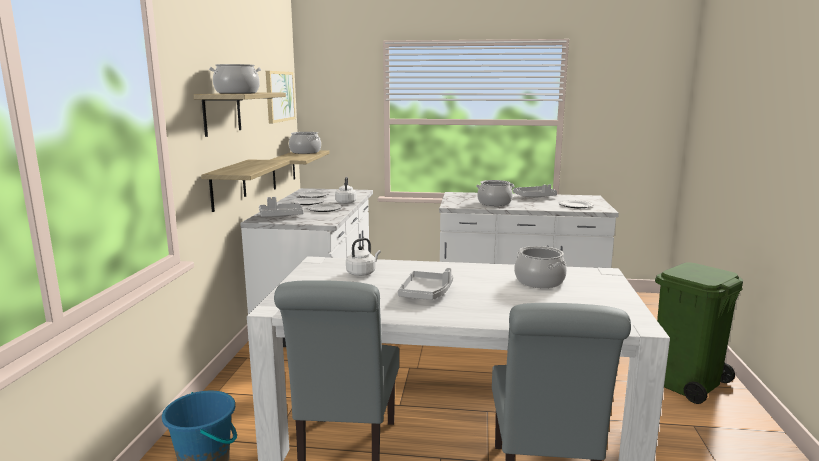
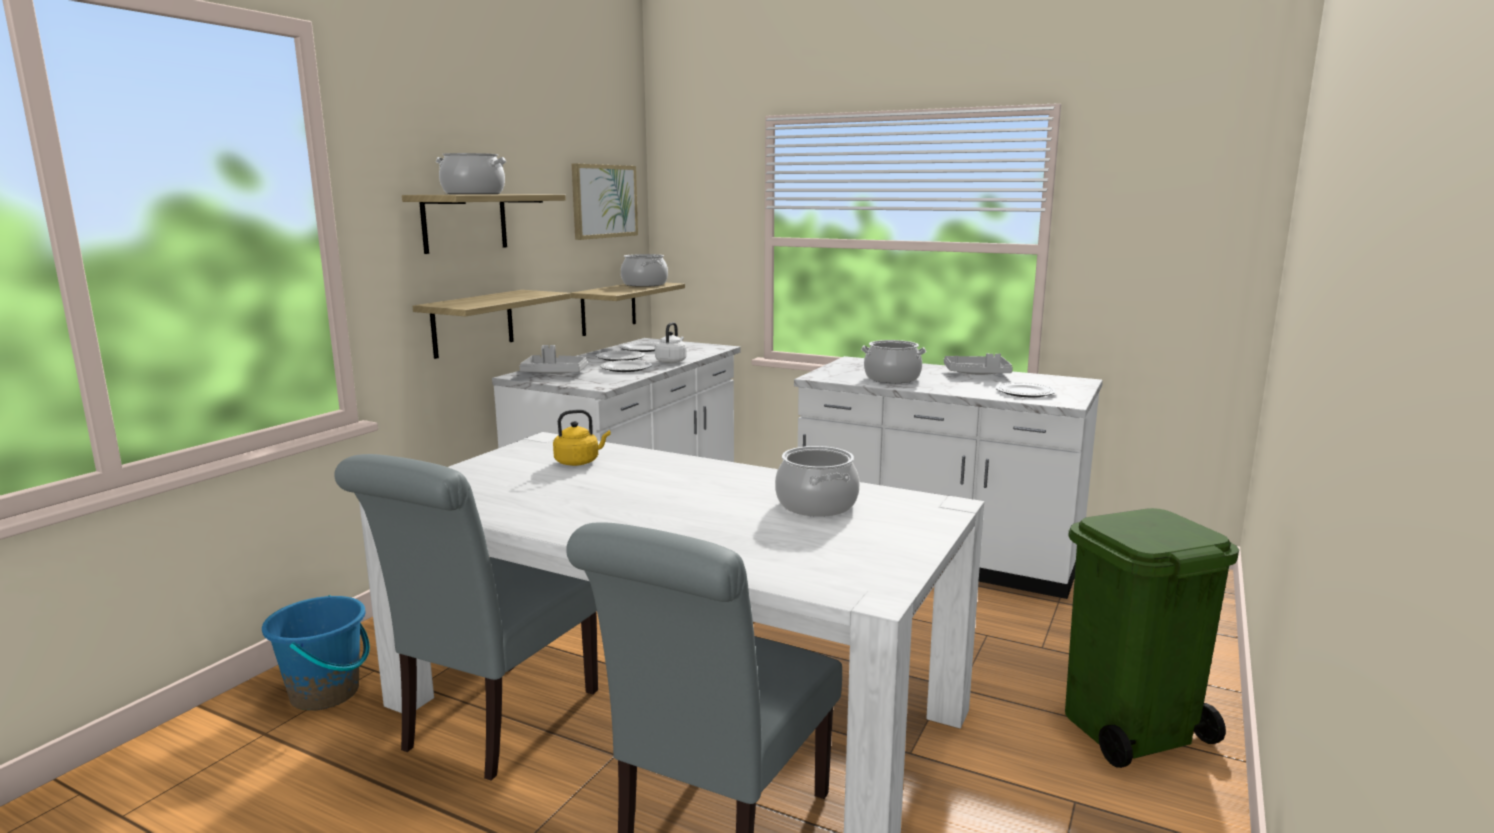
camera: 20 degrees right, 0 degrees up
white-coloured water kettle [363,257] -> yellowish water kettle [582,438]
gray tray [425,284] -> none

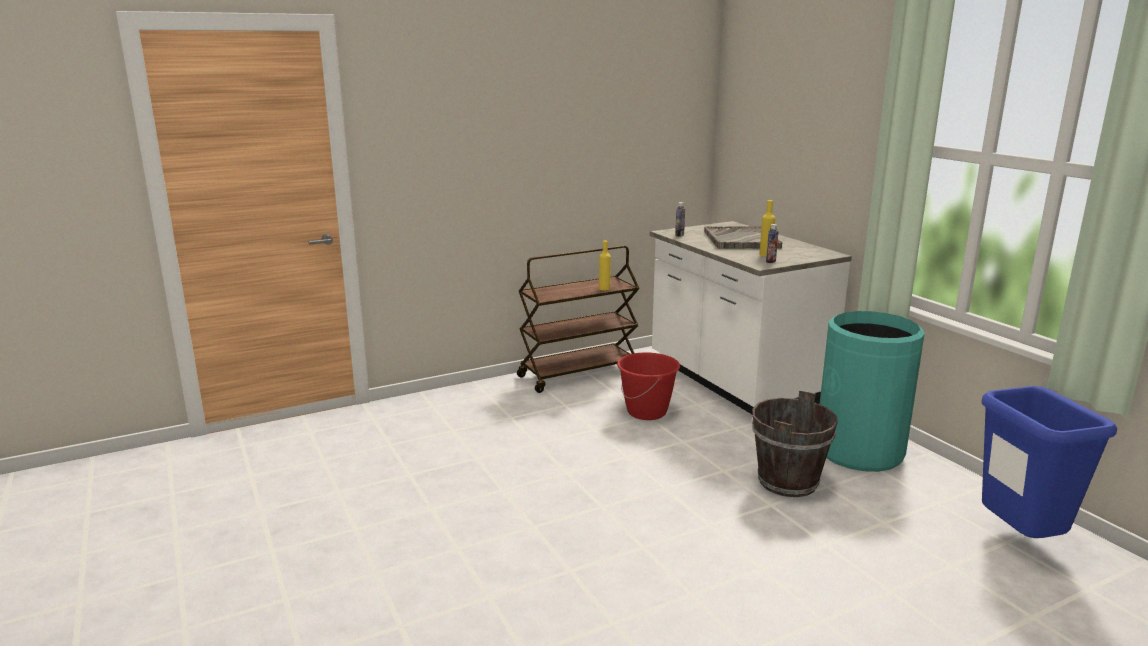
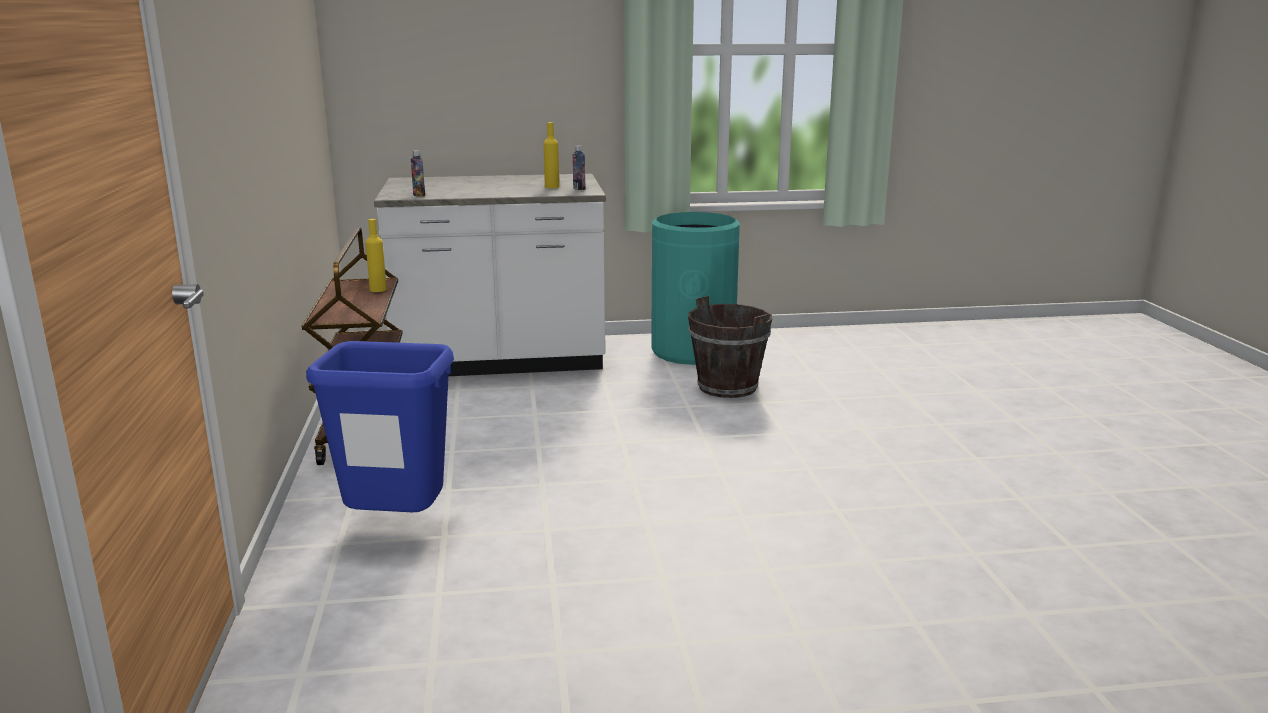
camera: 70 degrees left, 0 degrees up
red-coloured pail [648,386] -> none
gray tray [743,237] -> none
bluish waste bin [1049,462] -> bluish waste bin [380,434], move

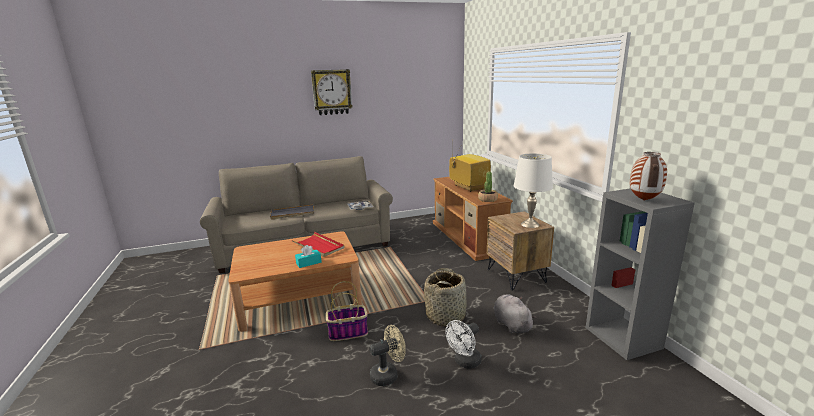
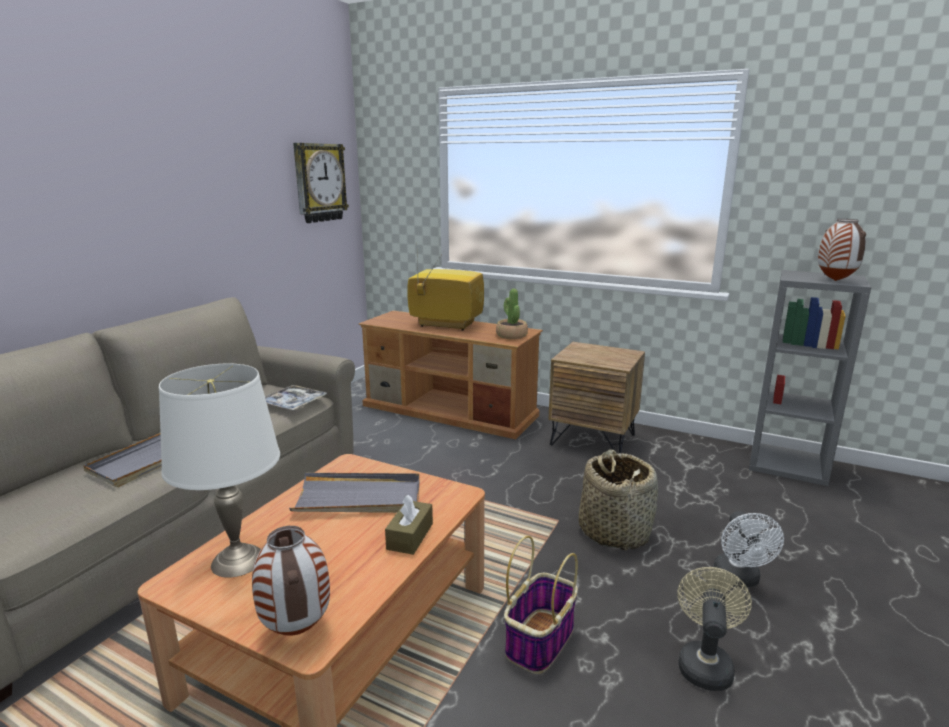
camera: 45 degrees left, 0 degrees up
red-coloured tray [318,244] -> gray tray [354,493]
turquoise-coloured box of tissues [308,256] -> brown box of tissues [409,525]
clock on the wall [332,92] -> clock on the wall [321,183], move
gray cuddly toy [515,313] -> none
white-coloured lamp for a table [533,190] -> white-coloured lamp for a table [219,471], move
none -> decorative vase [291,581]

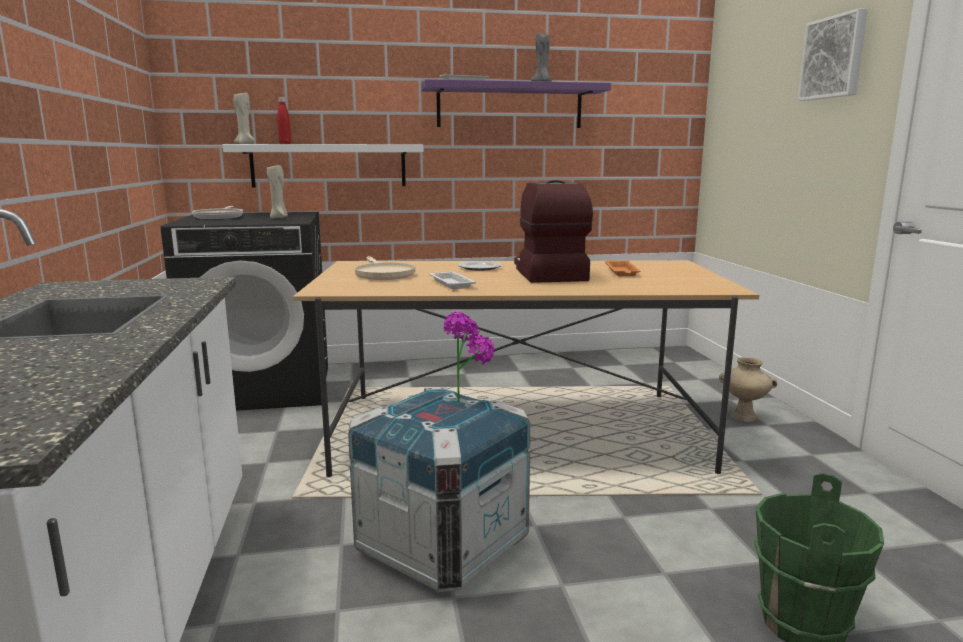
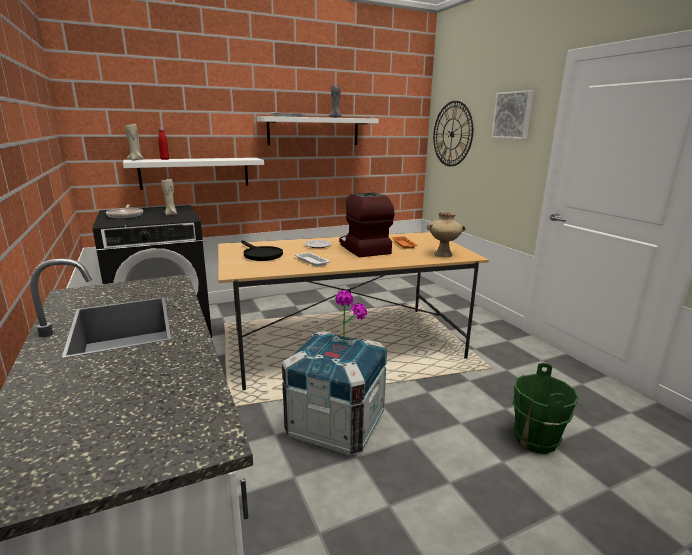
camera: 15 degrees left, 5 degrees up
beige skillet [385,268] -> blackish skillet [262,250]
purple-coloured wall shelf [516,103] -> white-coloured wall shelf [317,130]
beige decorative vase [748,389] -> beige decorative vase [446,234], move
none -> clock on the wall [453,133]

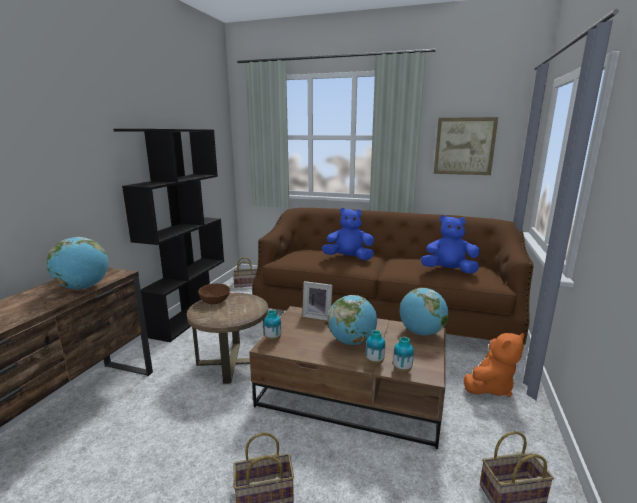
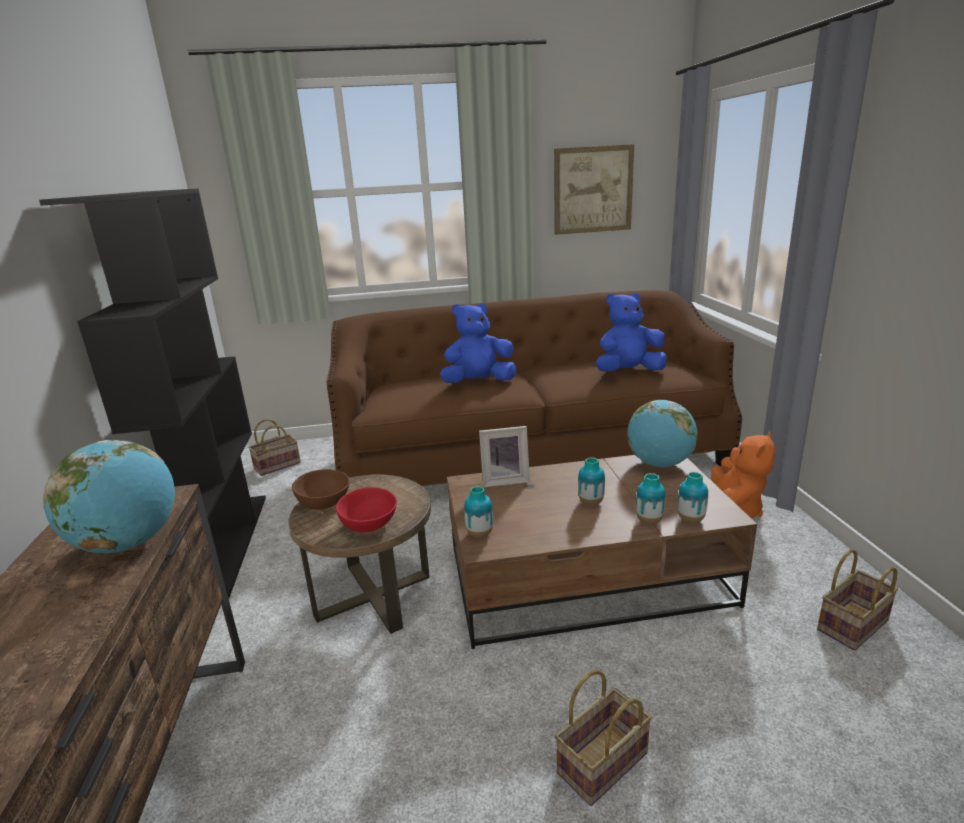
camera: 25 degrees left, 5 degrees up
world globe [352,320] -> decorative vase [591,481]
none -> red-coloured deep dish [366,509]

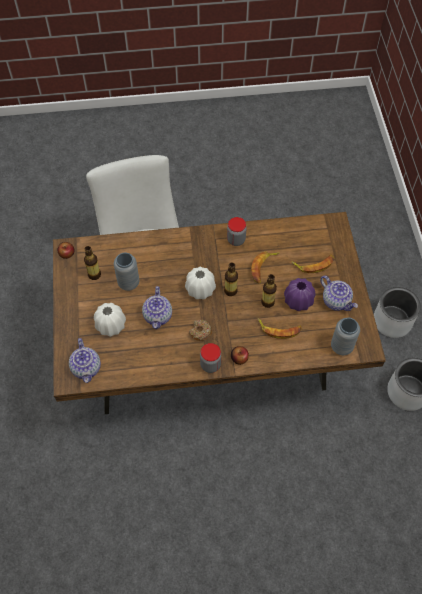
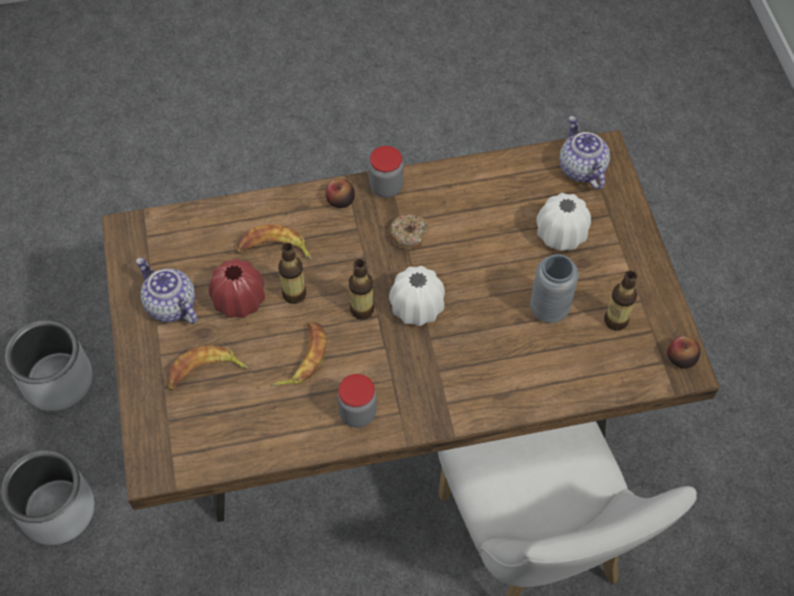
camera: 175 degrees right, 0 degrees up
pot for tea [157,307] -> none
purple-coloured decorative vase [299,294] -> red-coloured decorative vase [237,288]
gray decorative vase [345,336] -> none

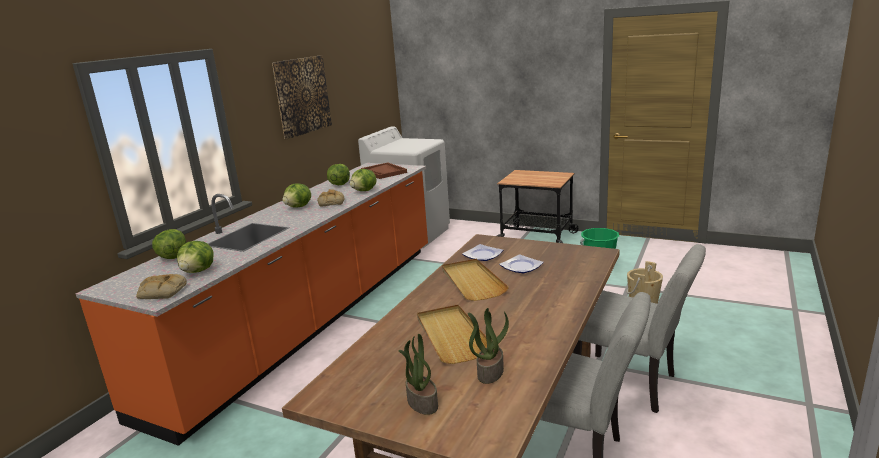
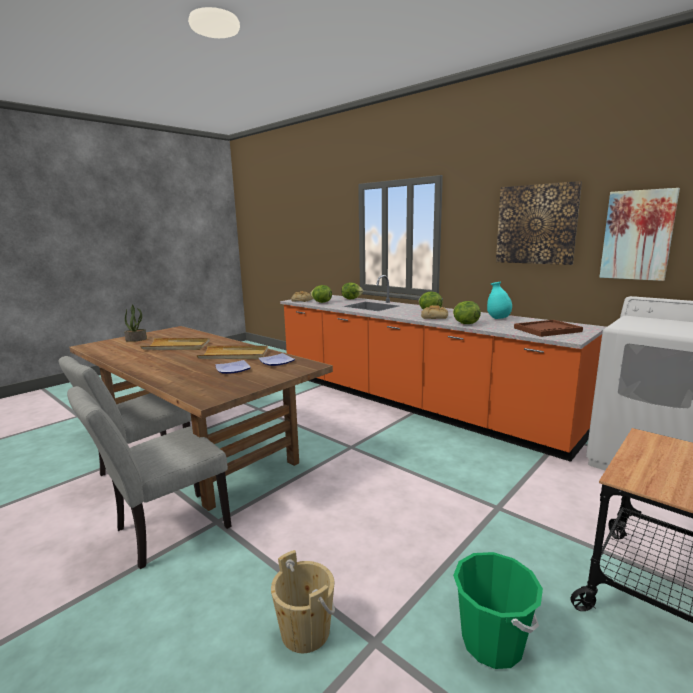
camera: 105 degrees right, 5 degrees down
lettuce head [338,174] -> turquoise-coloured decorative vase [499,300]
houseplant [488,346] -> none
none -> wall art [640,234]

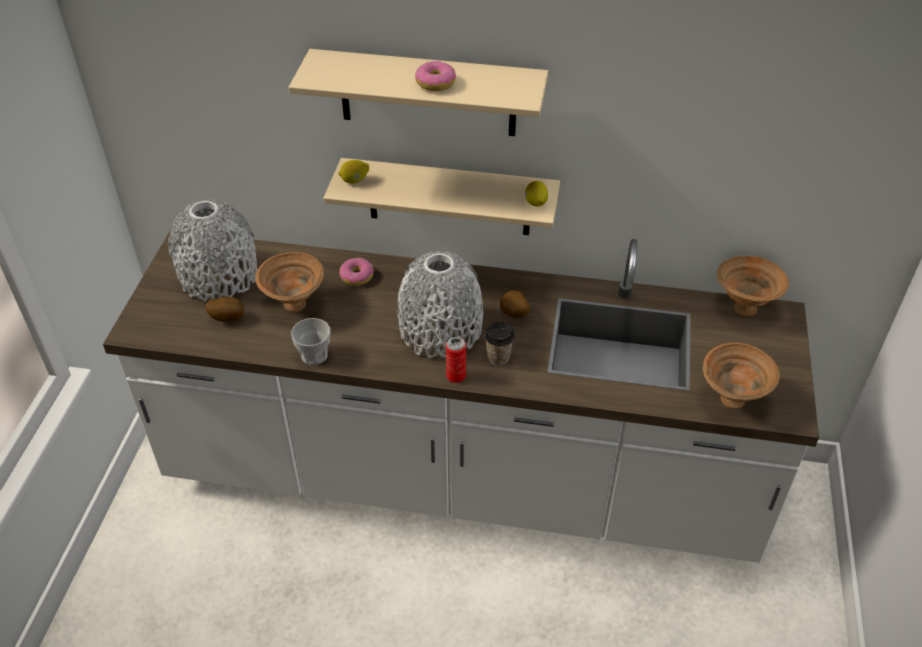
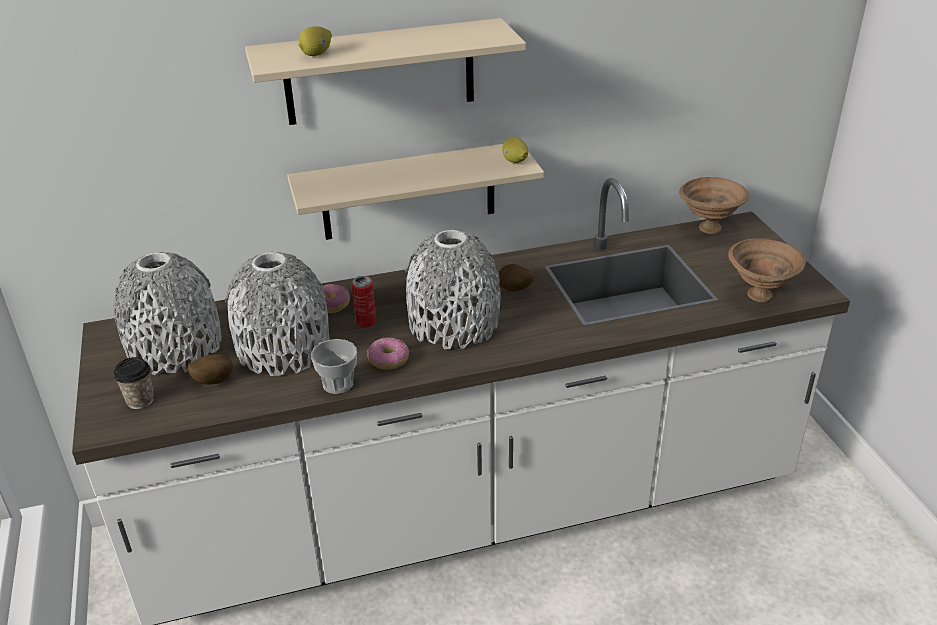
camera: 25 degrees left, 10 degrees down
brown deep dish [289,282] -> gray decorative vase [277,314]
citrus fruit [354,172] -> citrus fruit [315,41], move
doughnut [435,76] -> doughnut [388,353], move
sealed can [456,360] -> sealed can [364,302], move
small cup [500,343] -> small cup [134,383], move

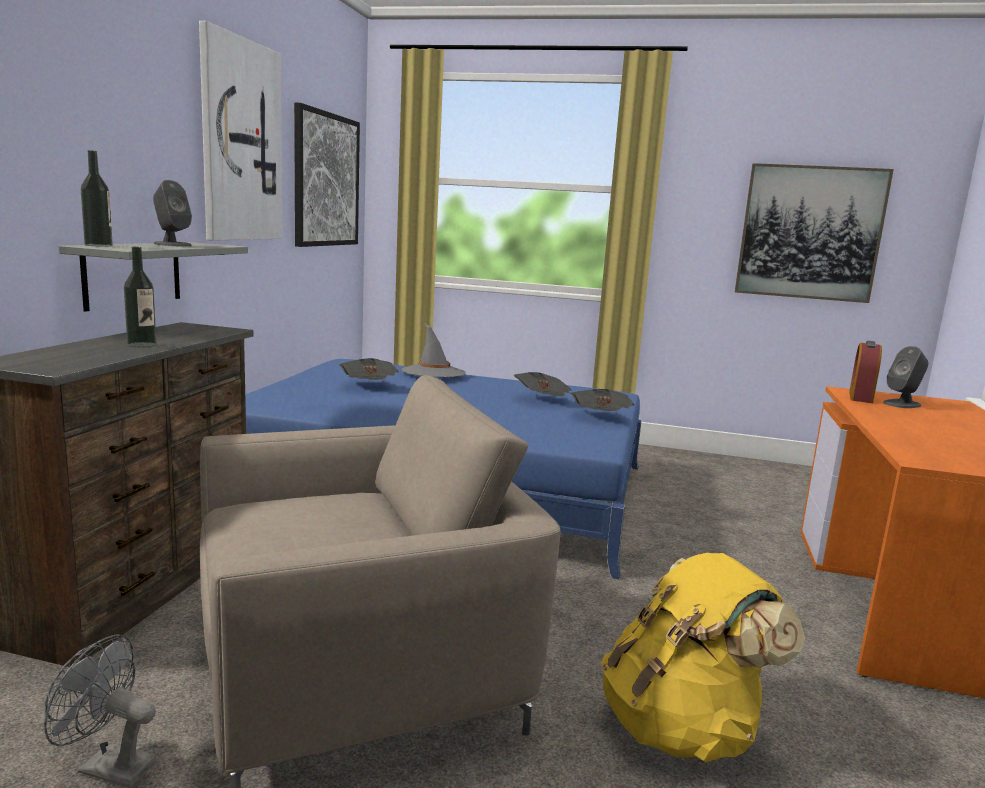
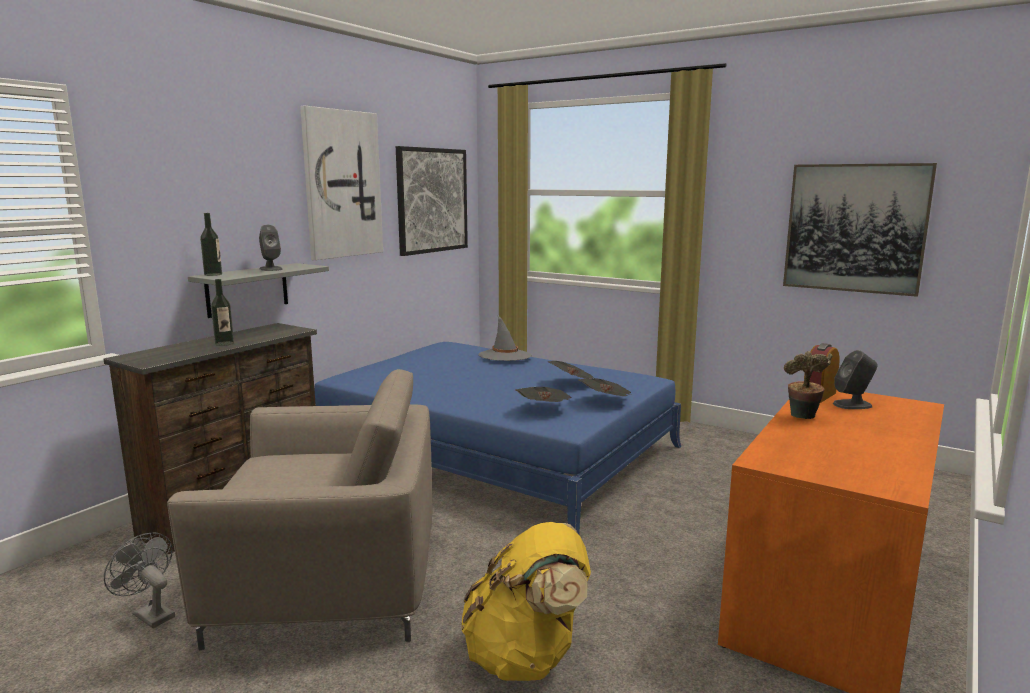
camera: 20 degrees right, 0 degrees up
newspaper [369,369] -> newspaper [544,394], move
none -> houseplant [808,385]

